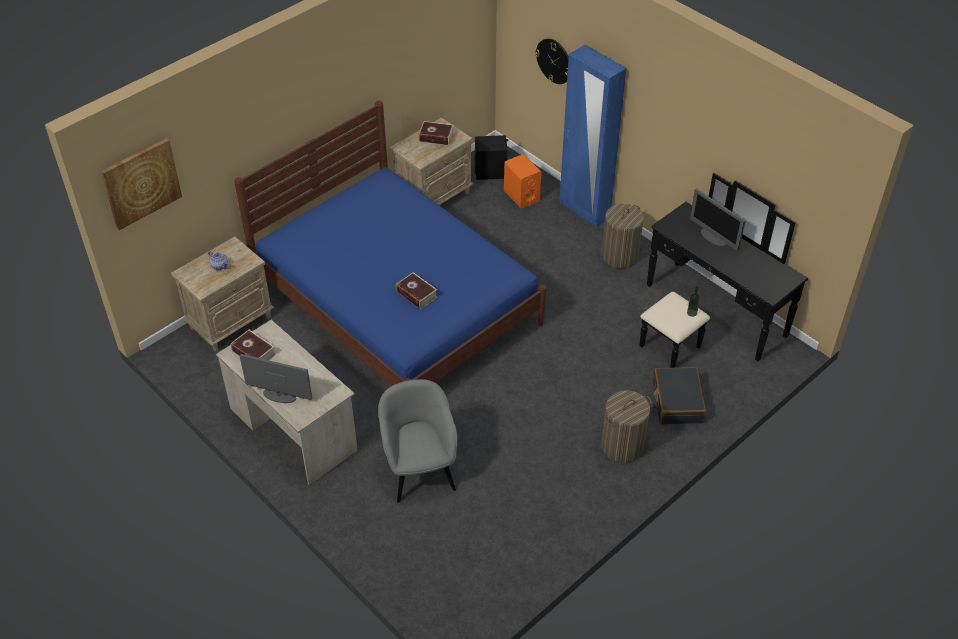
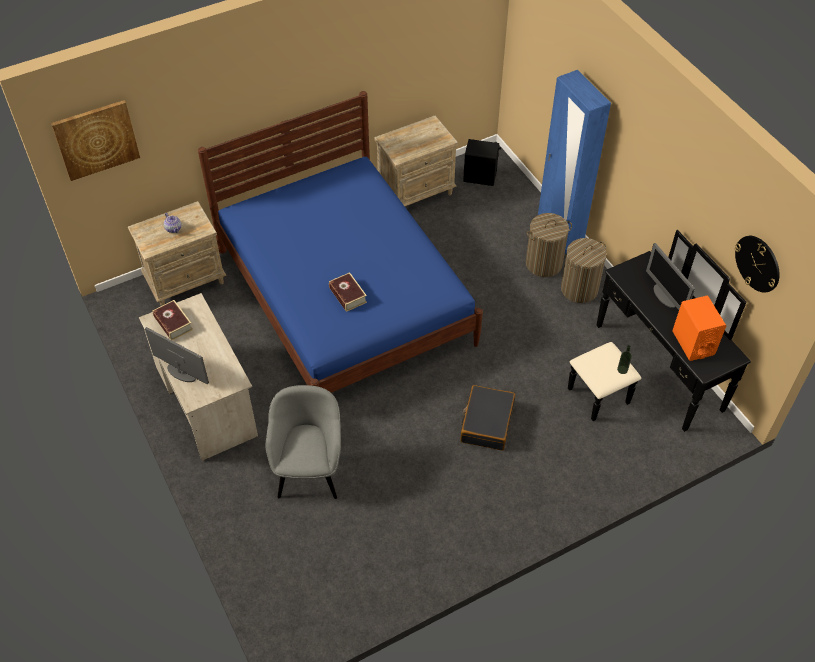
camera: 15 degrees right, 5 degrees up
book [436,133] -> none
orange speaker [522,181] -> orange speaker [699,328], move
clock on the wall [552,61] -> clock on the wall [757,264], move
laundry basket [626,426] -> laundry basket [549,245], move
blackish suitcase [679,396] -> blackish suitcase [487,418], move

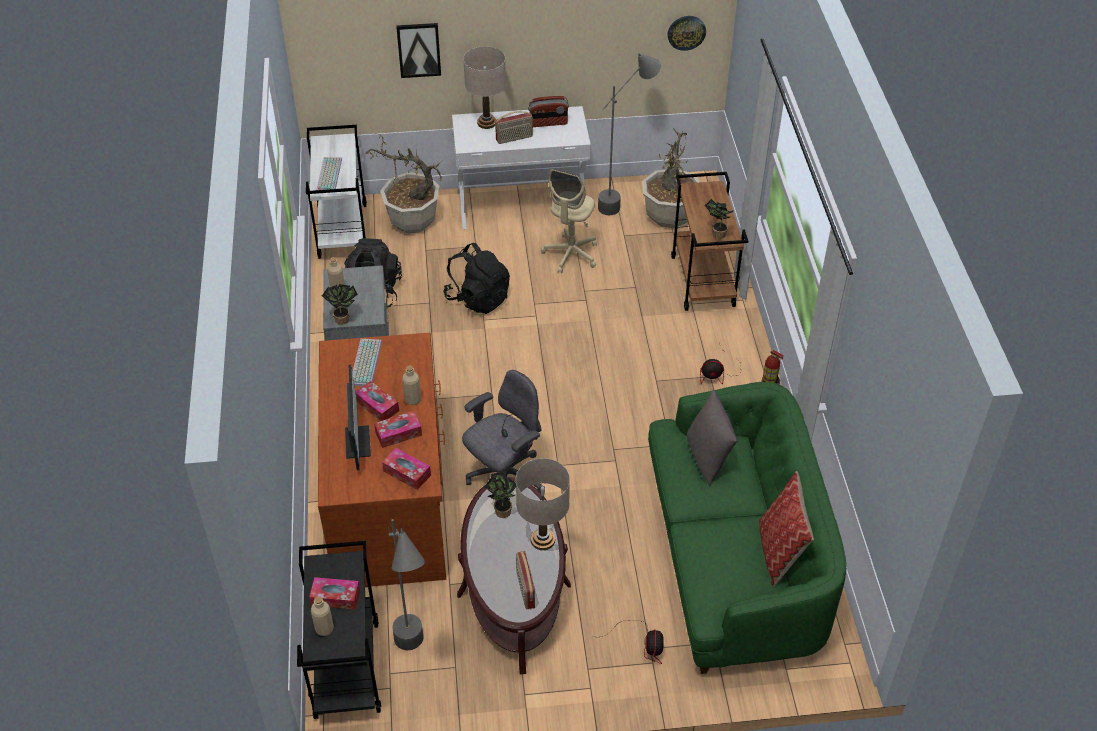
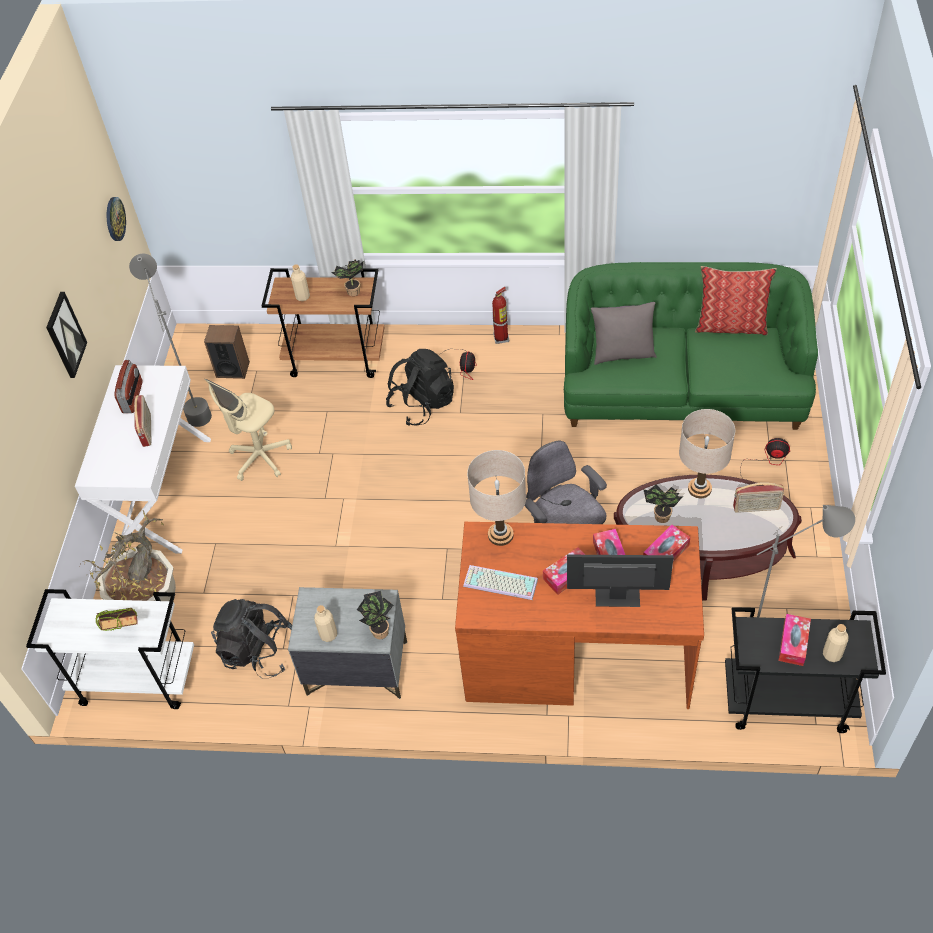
camera: 75 degrees left, 5 degrees up
PC keyboard [329,175] -> book [116,619]
wall art [418,50] -> wall art [66,335], move
beige bottle [411,385] -> beige bottle [300,282], move
blackish rucksack [476,278] -> blackish rucksack [420,387], move
beige lamp for a table [484,87] -> beige lamp for a table [496,498], move
beige desk chair [569,221] -> beige desk chair [248,430], 90 degrees clockwise
houseplant [671,178] -> speaker [227,352]

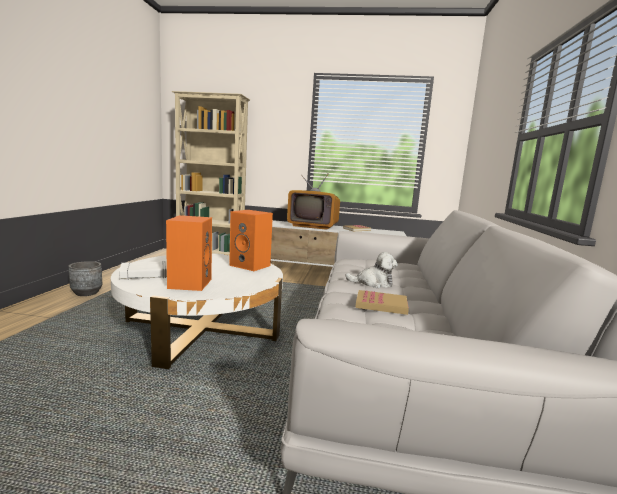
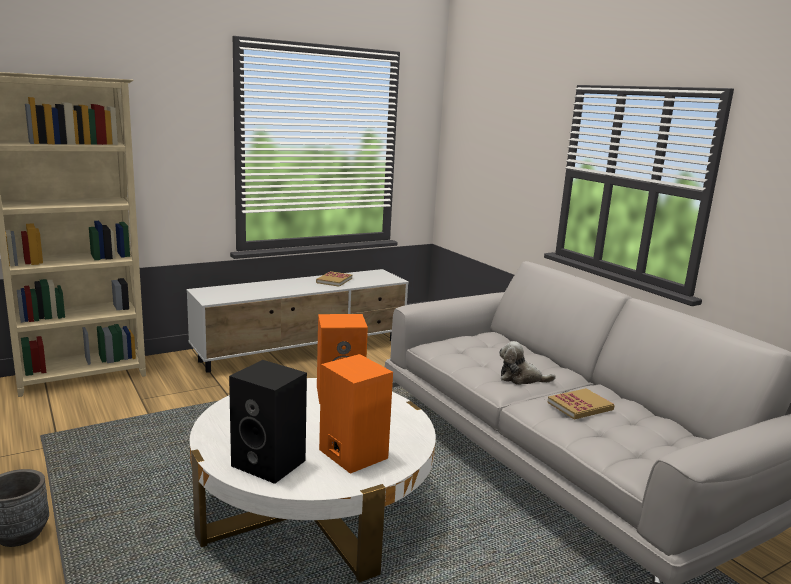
camera: 40 degrees left, 5 degrees up
white-coloured book [143,270] -> blackish speaker [268,422]
TV [313,201] -> none
cuddly toy [371,270] -> cuddly toy [527,363], 135 degrees counterclockwise

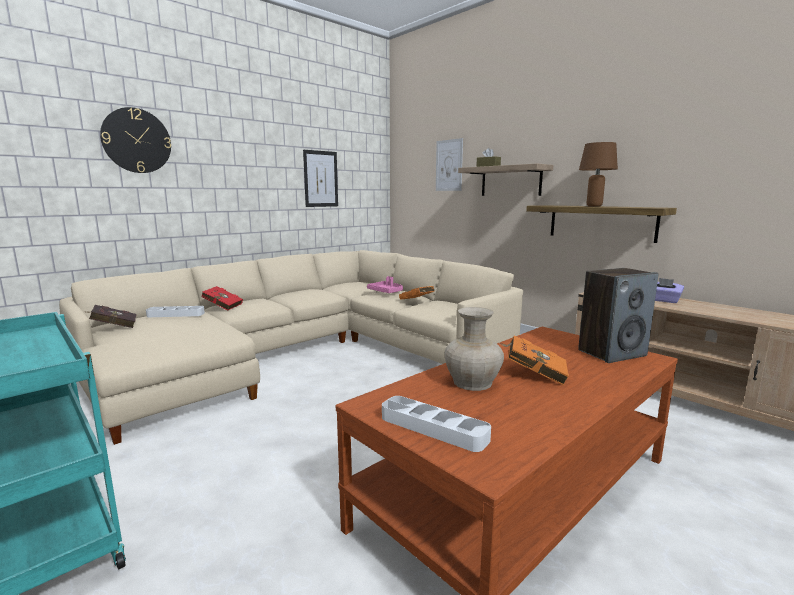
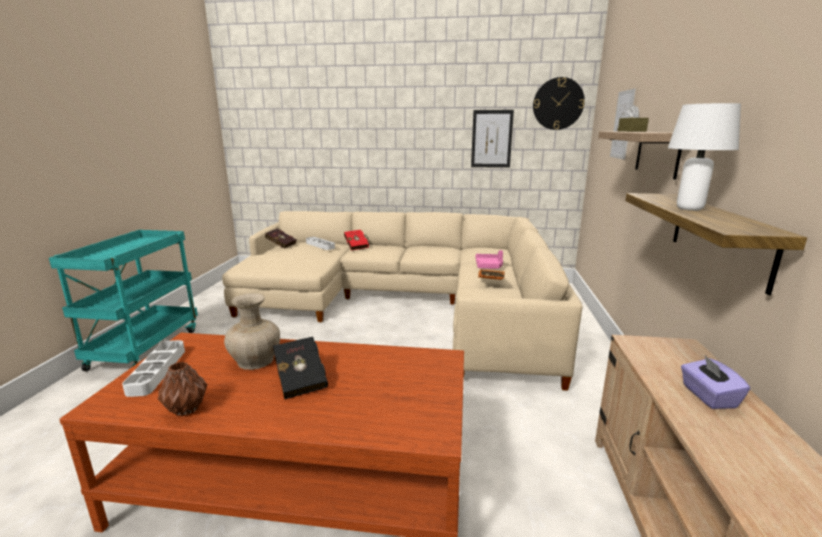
camera: 50 degrees right, 5 degrees up
clock on the wall [135,140] -> clock on the wall [559,103], move
orange book [534,360] -> blackish book [300,368]
speaker [618,315] -> none
brown lamp for a table [598,174] -> white-coloured lamp for a table [704,157]
none -> brown decorative vase [182,389]

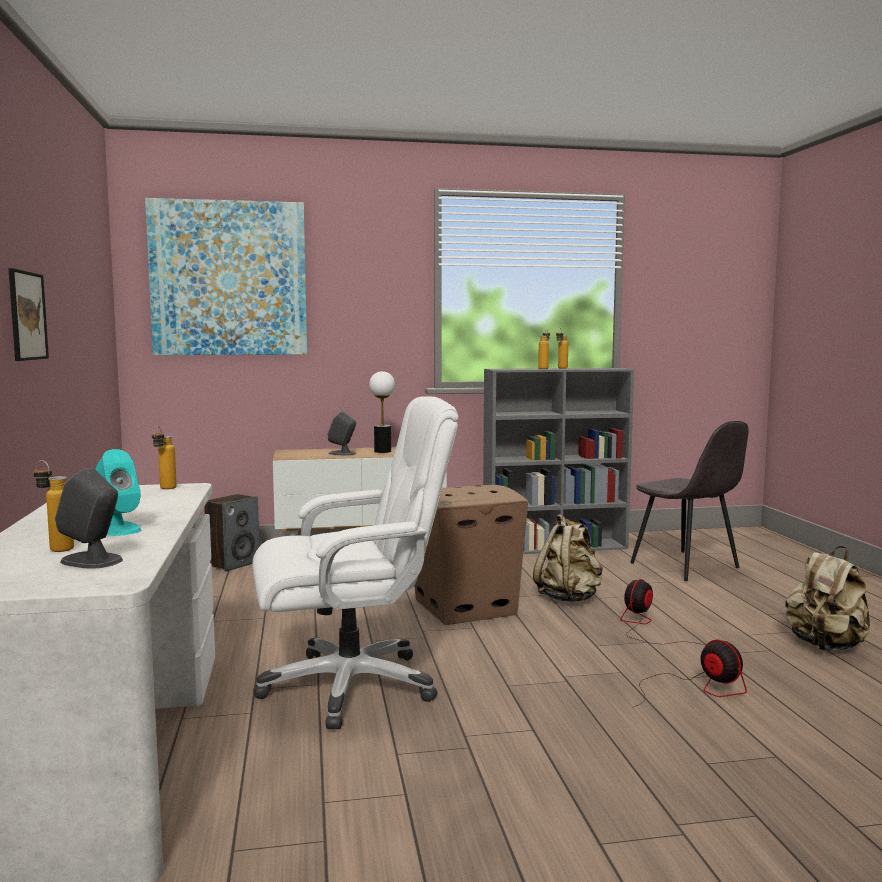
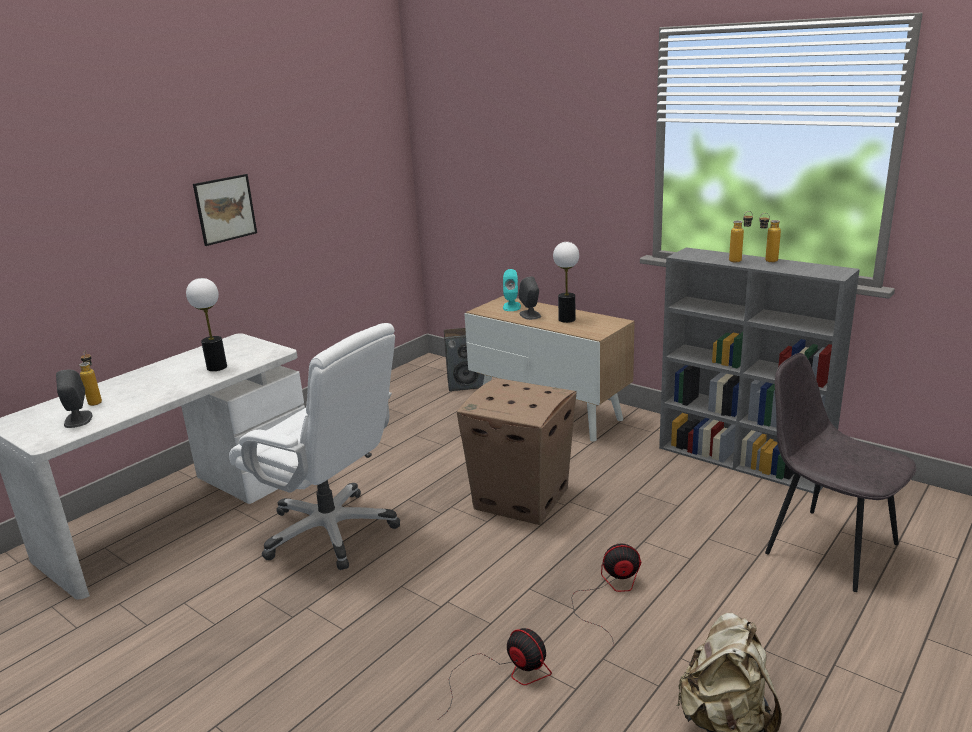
camera: 50 degrees right, 15 degrees up
turquoise-coloured speaker [118,492] -> turquoise-coloured speaker [512,290], move
wall art [226,276] -> none
bottle [164,458] -> none
beige rucksack [568,558] -> none
gray chair [689,501] -> gray chair [840,472], 120 degrees clockwise
fan [690,673] -> fan [495,673], 60 degrees counterclockwise
none -> lamp for a table [206,324]

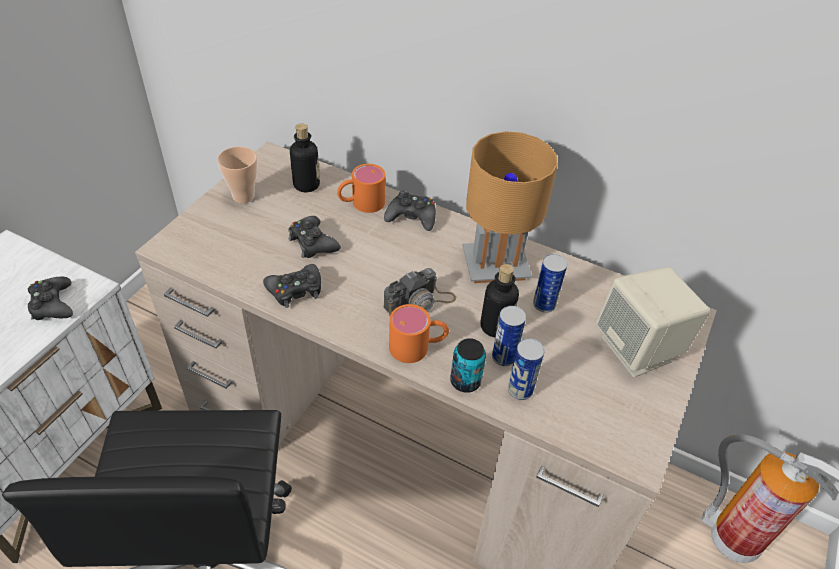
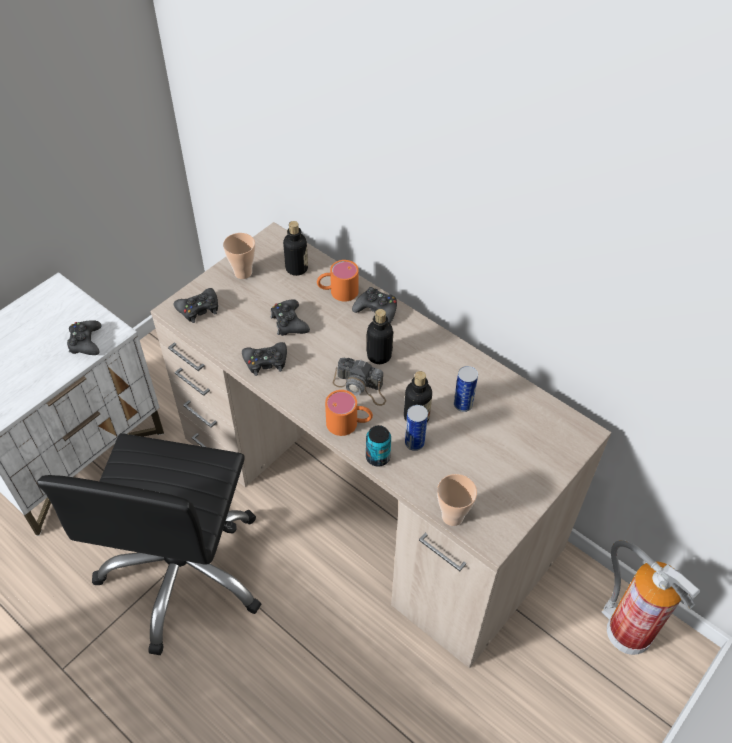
camera: 15 degrees right, 5 degrees up
still camera [420,292] -> still camera [359,382], 45 degrees clockwise
brown lamp for a table [510,207] -> none
sealed can [526,369] -> none
beige speaker [652,322] -> none
none -> blackish joypad [196,305]
none -> bottle [379,336]
none -> small cup [457,500]

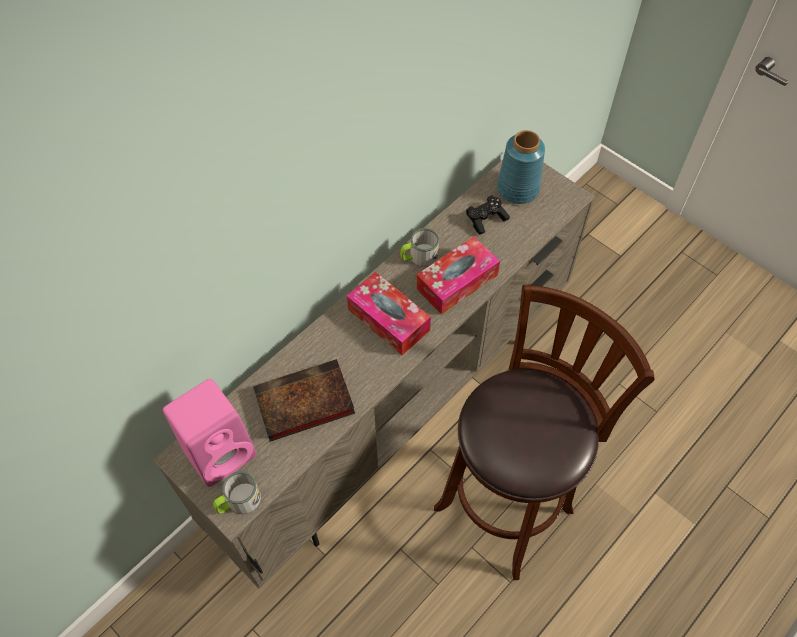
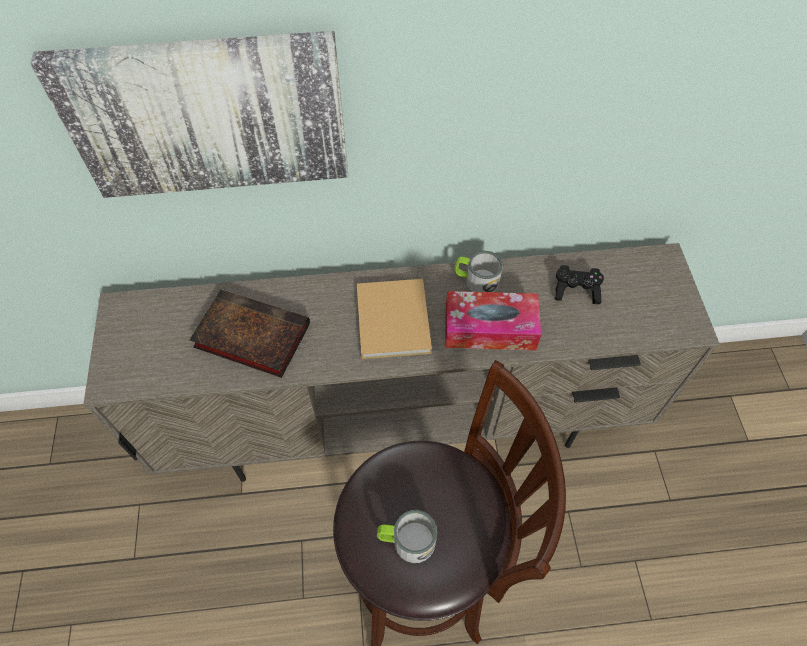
camera: 40 degrees right, 0 degrees up
pinkish speaker [210,433] -> none
mug [237,492] -> mug [407,536], move
box of tissues [389,313] -> beige book [394,319]
bluish decorative vase [521,167] -> none
none -> wall art [189,114]

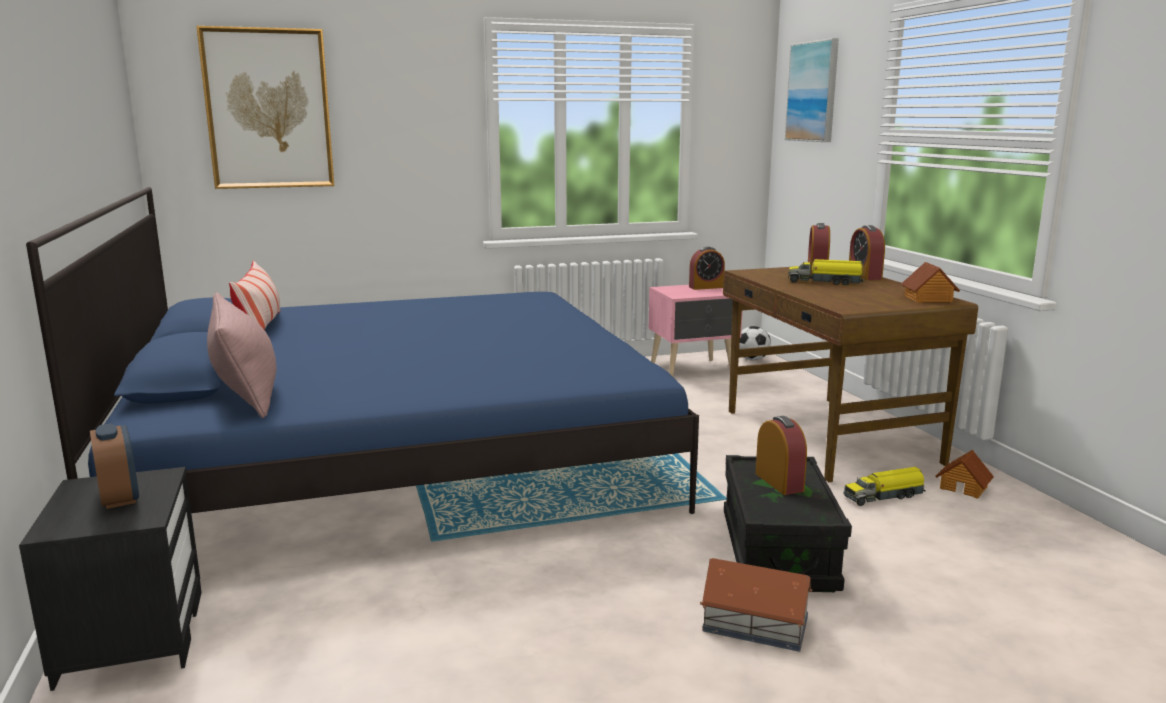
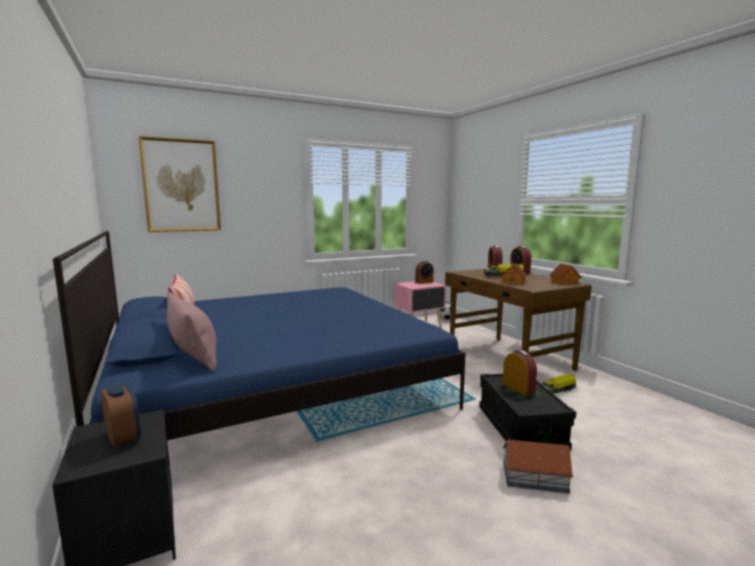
camera: 10 degrees left, 5 degrees down
wall art [812,90] -> none
toy house [964,474] -> toy house [514,273], move

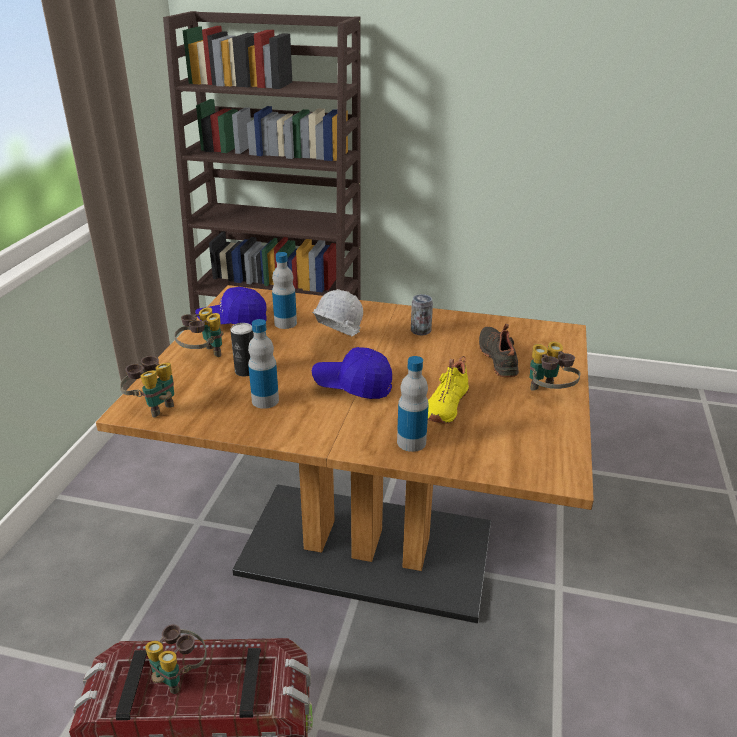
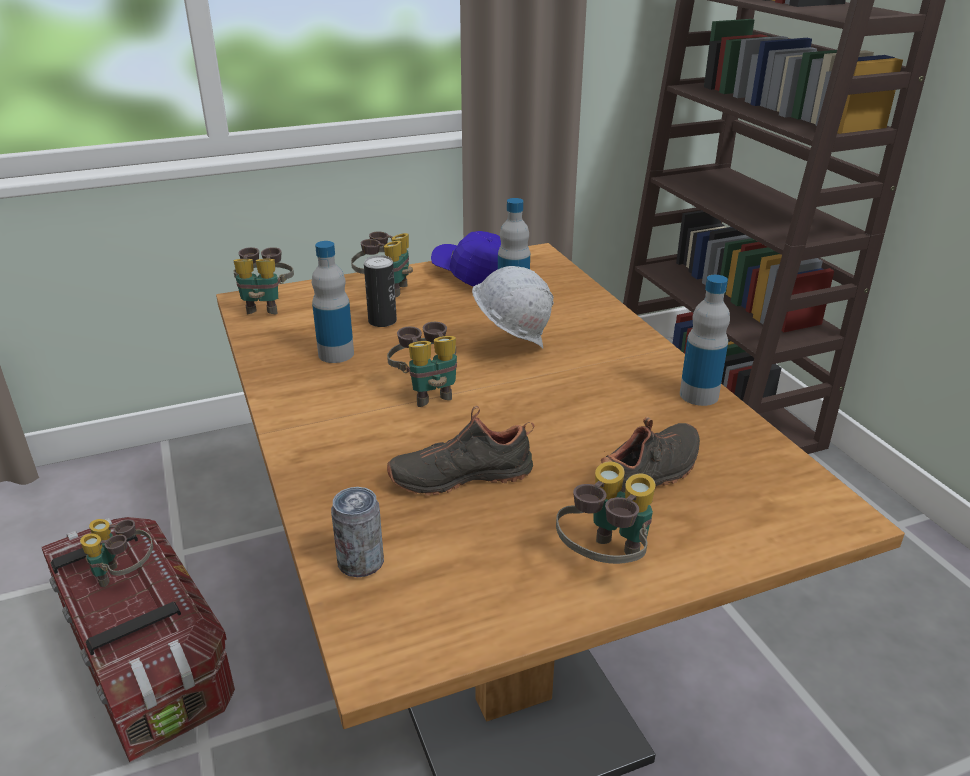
camera: 55 degrees right, 0 degrees up
bluish peaked cap [352,373] -> binoculars [422,364]
bottle [413,404] -> bottle [705,340], move
sealed can [422,314] -> sealed can [357,532], move
yellowish shoe [448,390] -> blackish shoe [461,450]

